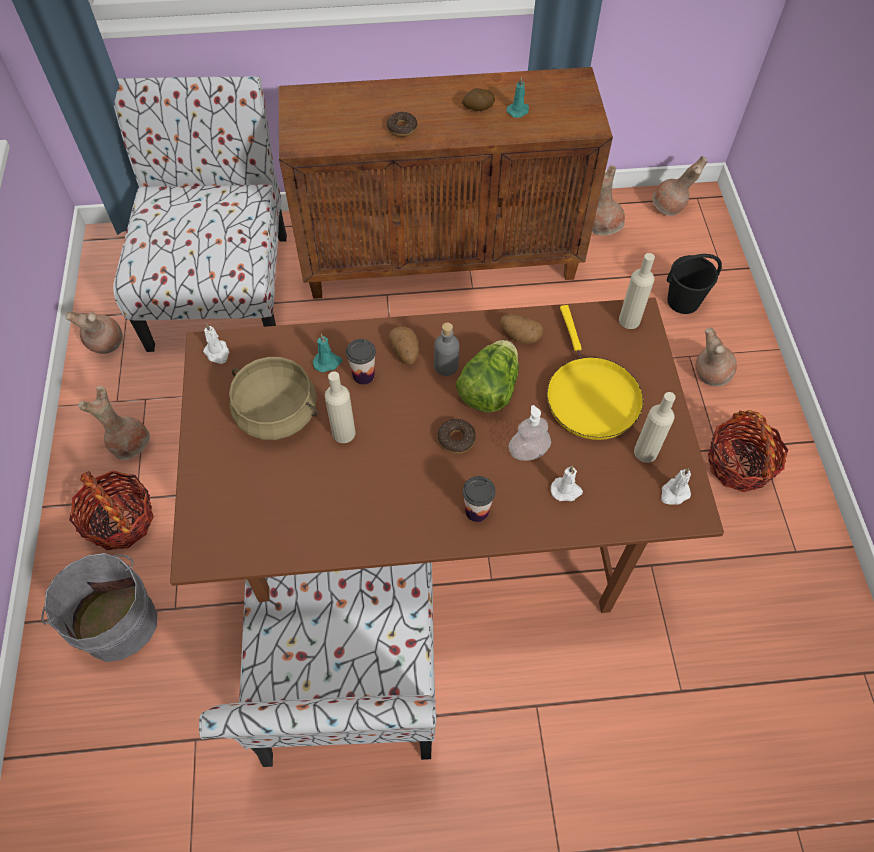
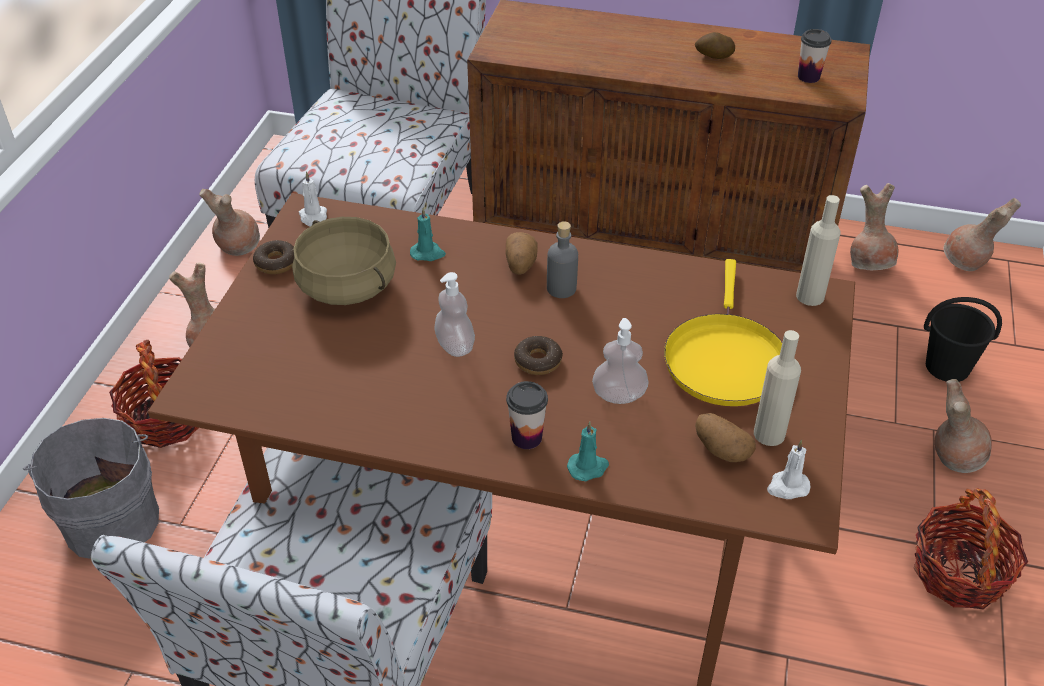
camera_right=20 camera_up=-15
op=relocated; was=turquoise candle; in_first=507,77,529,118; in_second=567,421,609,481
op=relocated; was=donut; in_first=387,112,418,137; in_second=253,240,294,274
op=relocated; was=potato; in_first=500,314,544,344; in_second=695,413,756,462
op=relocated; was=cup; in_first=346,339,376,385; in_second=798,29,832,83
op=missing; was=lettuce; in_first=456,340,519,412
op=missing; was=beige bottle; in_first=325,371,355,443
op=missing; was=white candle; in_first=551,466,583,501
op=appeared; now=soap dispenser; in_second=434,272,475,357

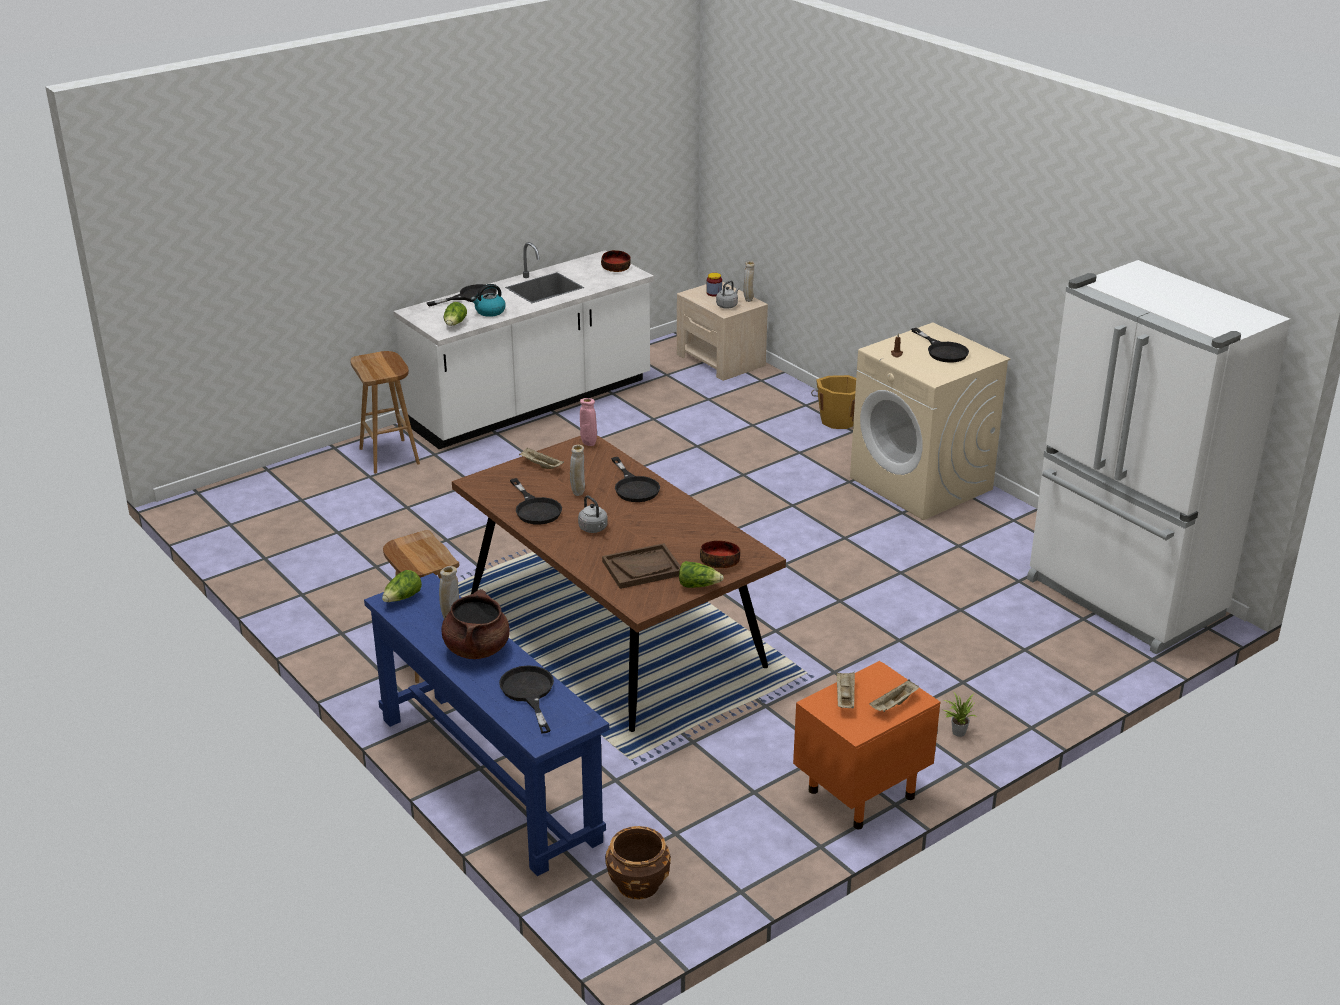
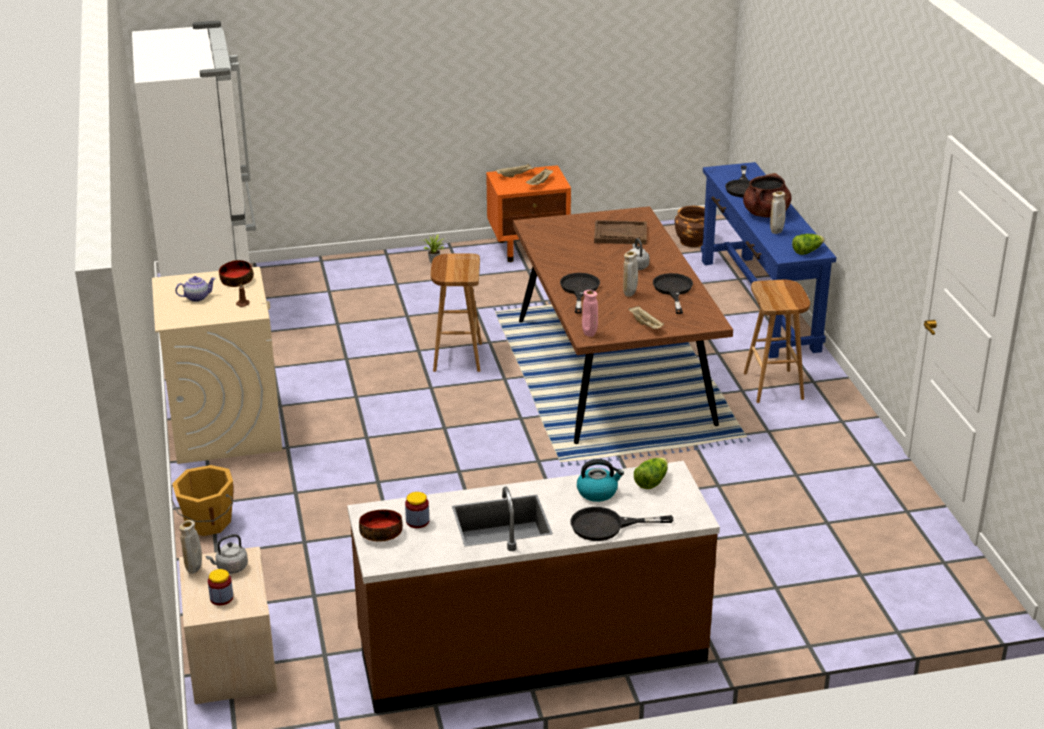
camera_right=-155 camera_up=0
op=colour; was=white counter; now=brown counter; in_first=393,242,654,449; in_second=347,461,720,713
op=exchanged; was=black frying pan; now=teapot; in_first=911,328,969,362; in_second=175,276,216,302
op=relocated; was=brown stool; in_first=350,351,420,474; in_second=431,254,482,372
op=relocated; was=bowl; in_first=700,541,740,568; in_second=219,260,254,287
op=missing; was=lettuce; in_first=679,561,724,588
op=appeared; now=jar; in_second=405,492,429,528

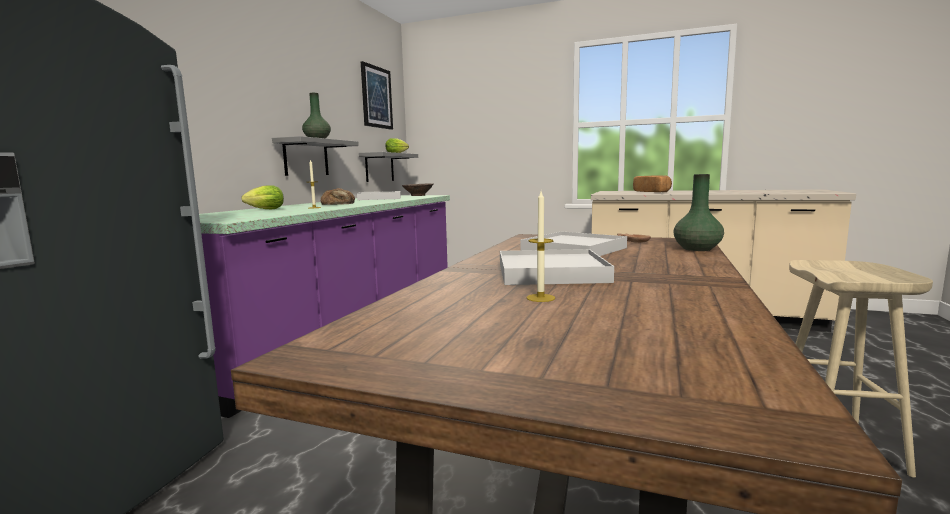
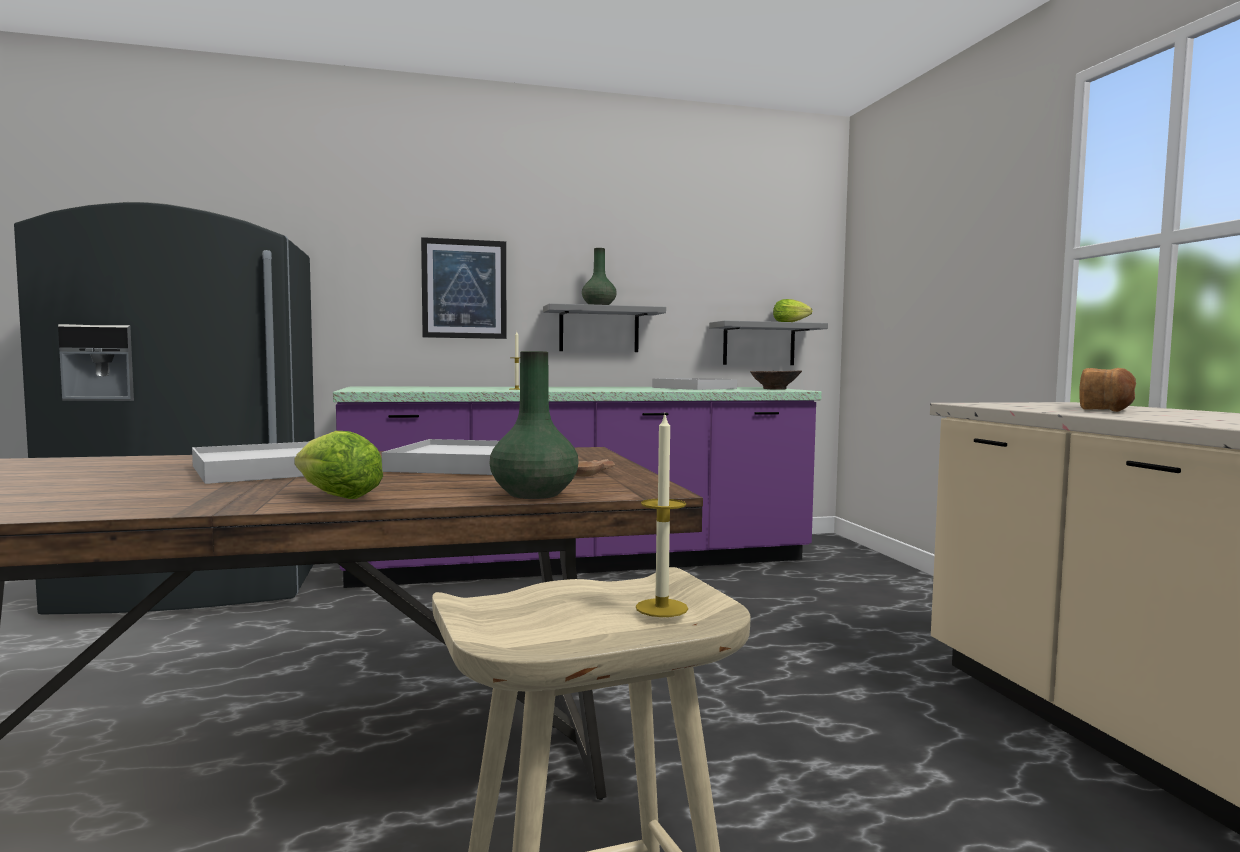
camera_right=55 camera_up=-5
op=relocated; was=picture; in_first=361,61,393,130; in_second=421,237,507,339
op=relocated; was=lettuce; in_first=241,185,284,209; in_second=294,431,383,499
op=missing; was=bread; in_first=321,188,355,205
op=relocated; was=candle; in_first=527,191,555,302; in_second=636,415,688,617

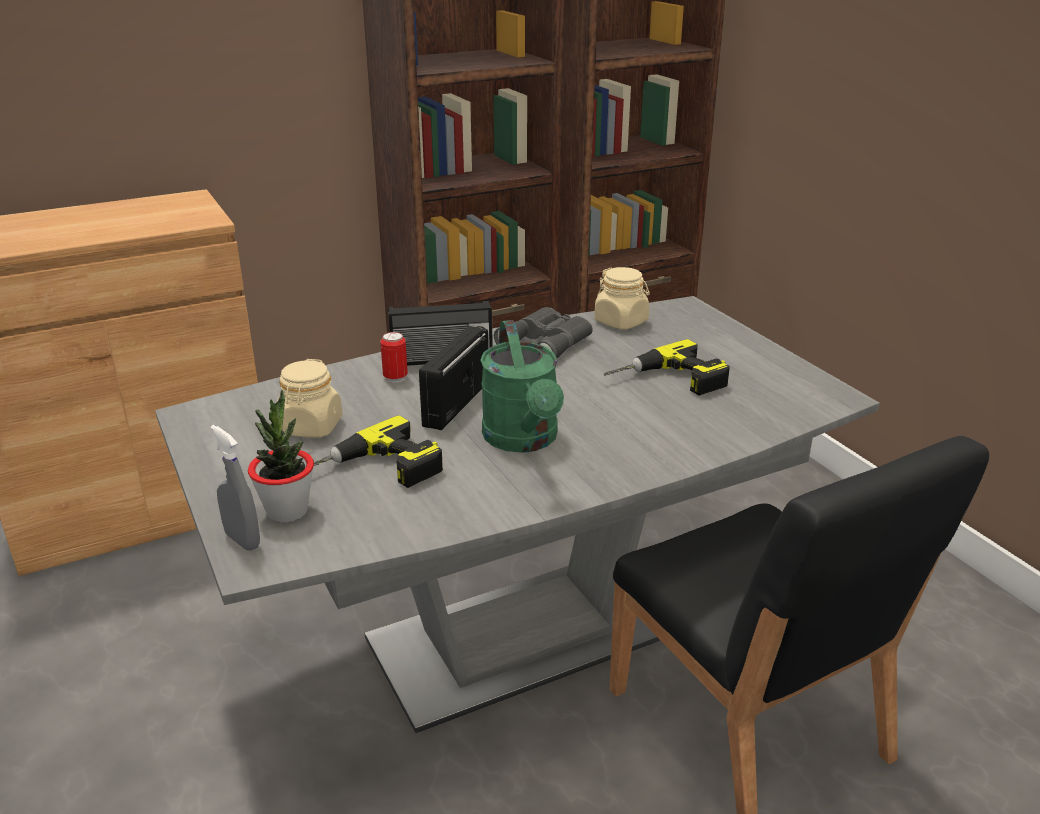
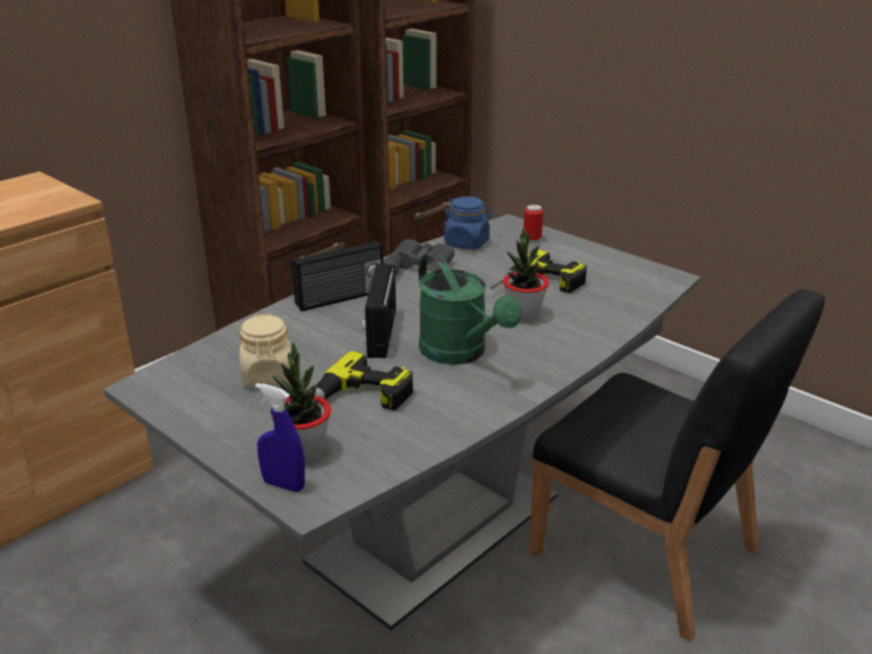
camera_right=-20 camera_up=0
op=colour; was=beige jar; now=blue jar; in_first=594,267,650,329; in_second=443,197,493,250
op=relocated; was=can; in_first=380,332,408,383; in_second=524,204,544,243
op=colour; was=grey spray bottle; now=blue spray bottle; in_first=211,425,260,551; in_second=255,383,305,492
op=appeared; now=potted plant; in_second=503,227,549,322

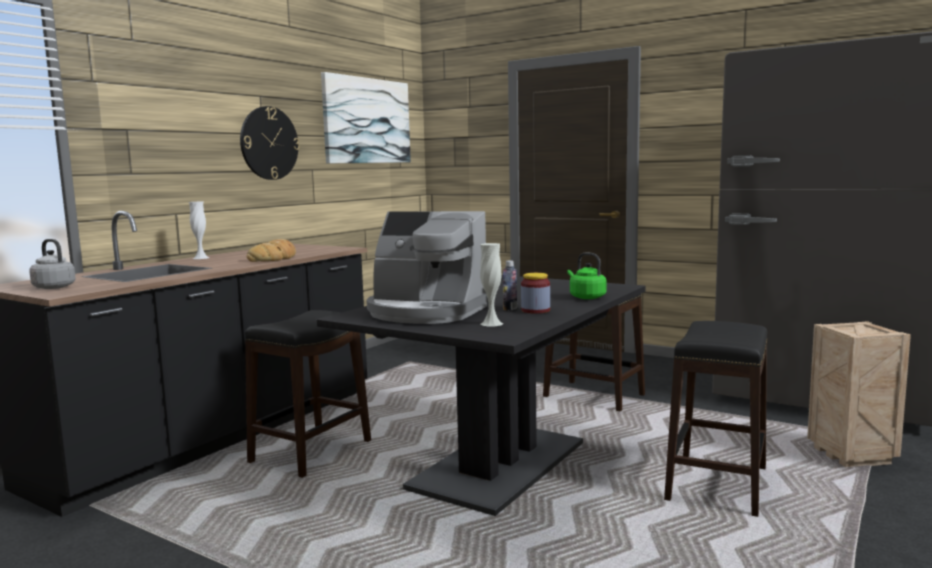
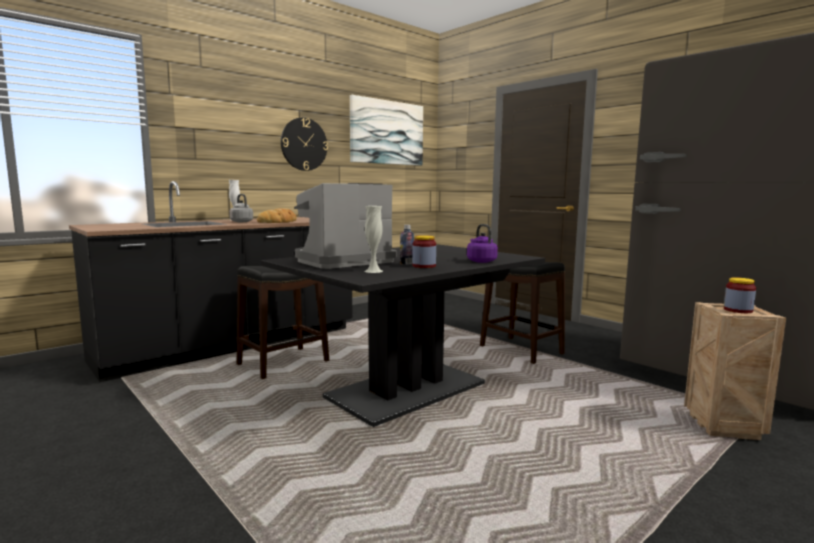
camera_right=15 camera_up=0
op=spun; was=coffee machine; in_first=367,211,488,324; in_second=294,183,397,269; clockwise=105
op=relocated; was=grey kettle; in_first=29,239,76,289; in_second=230,194,253,222
op=colour; was=green kettle; now=purple kettle; in_first=567,253,607,299; in_second=467,224,498,263
op=missing; was=black stool; in_first=664,321,768,517
op=appeared; now=jar; in_second=724,277,756,313

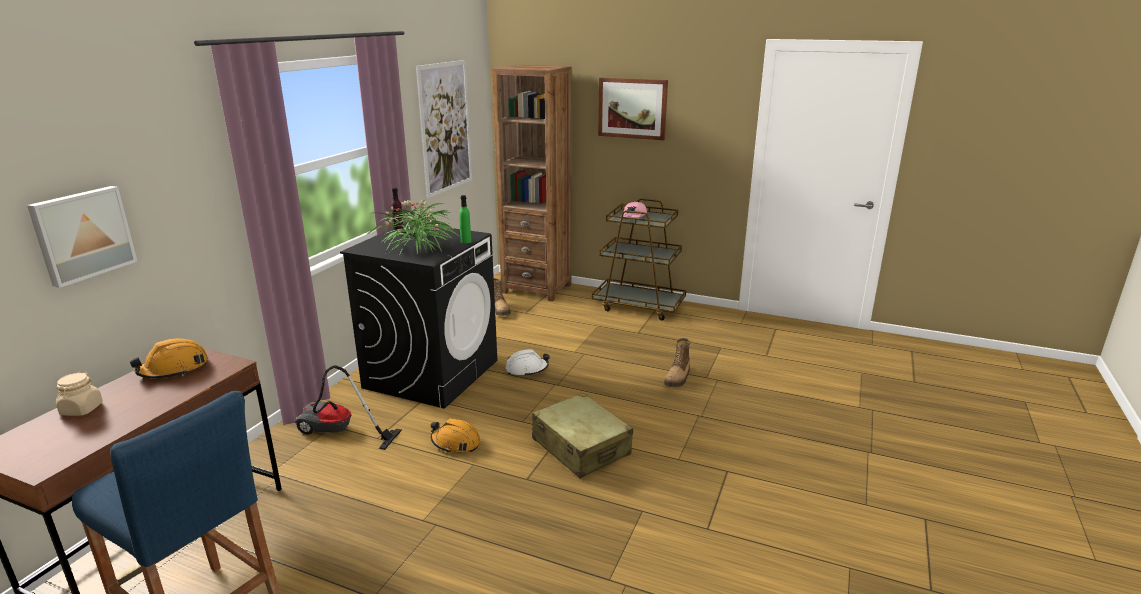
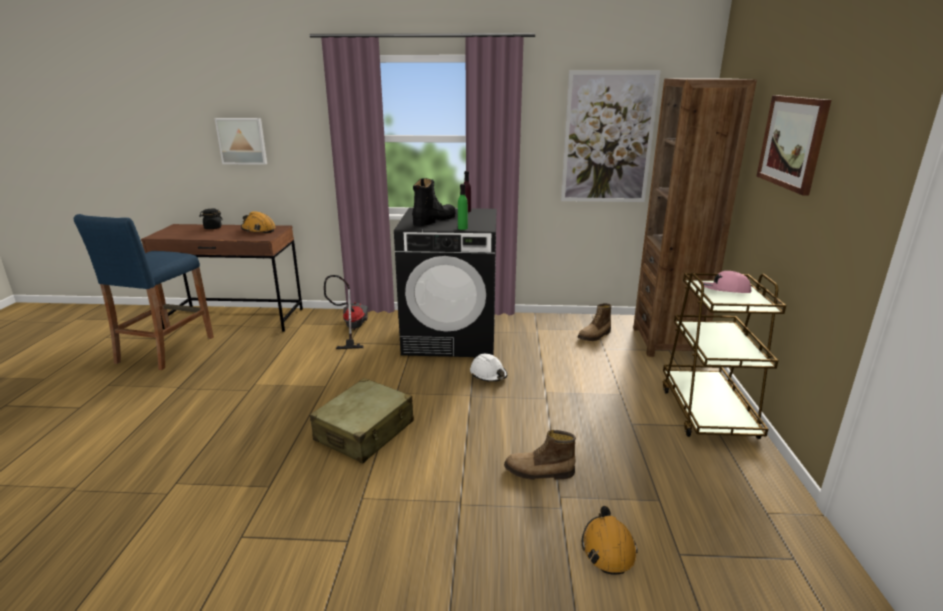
camera_right=70 camera_up=0
op=exchanged; was=potted plant; now=black boot; in_first=368,199,460,254; in_second=412,178,456,226
op=colour; was=beige jar; now=black jar; in_first=56,372,103,416; in_second=199,209,223,229
op=relocated; was=orange hard hat; in_first=431,418,481,453; in_second=582,506,638,575

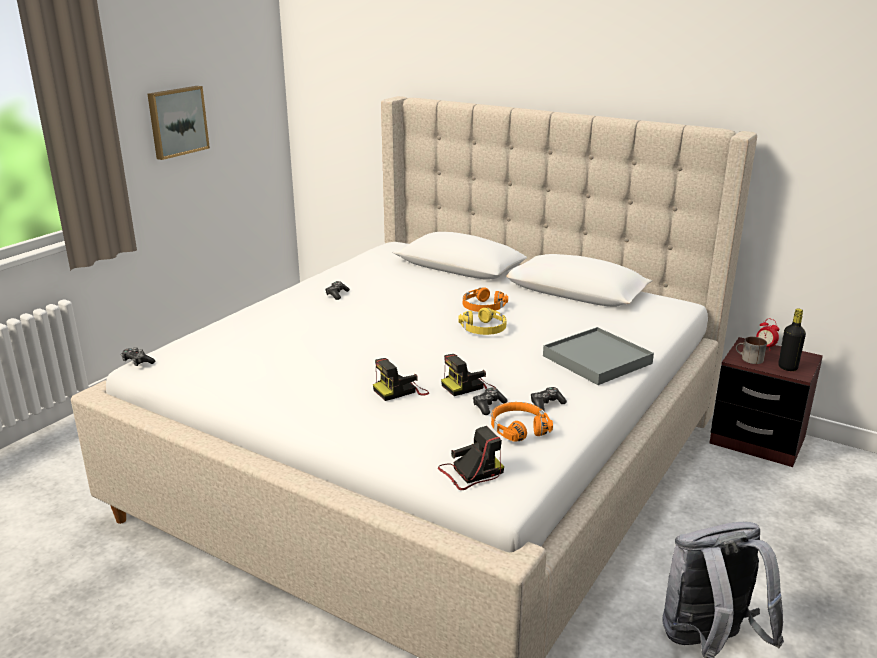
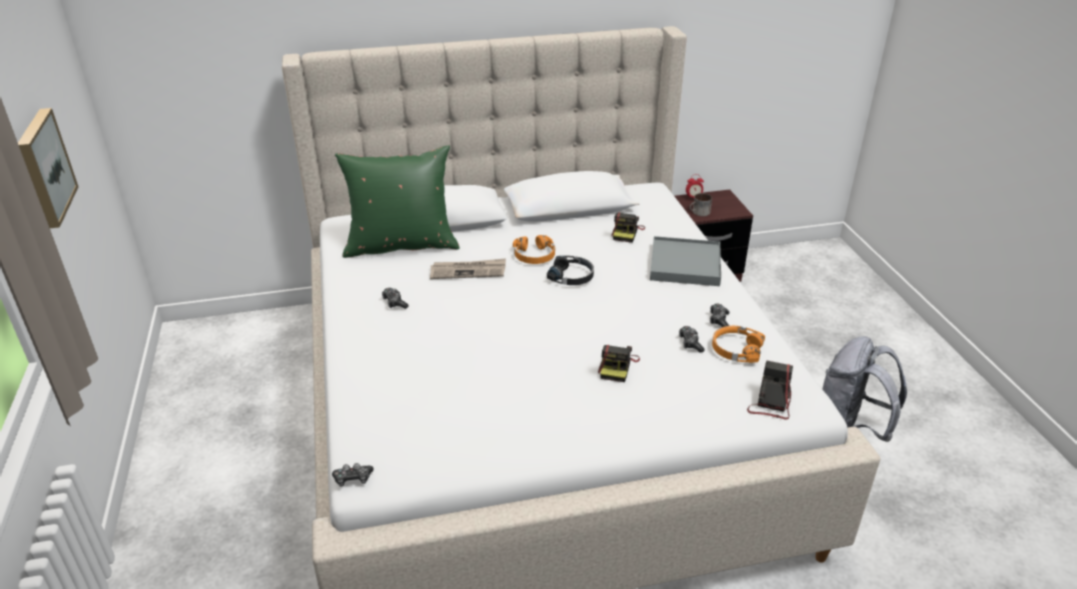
camera_right=-45 camera_up=10
op=colour; was=yellow headphones; now=black headphones; in_first=458,308,507,335; in_second=547,256,594,285
op=missing; was=black bottle; in_first=778,309,806,371
op=relocated; was=photo camera; in_first=441,354,496,396; in_second=611,212,645,243
op=appeared; now=green pillow; in_second=335,145,460,258
op=appeared; now=newspaper; in_second=430,258,506,279

